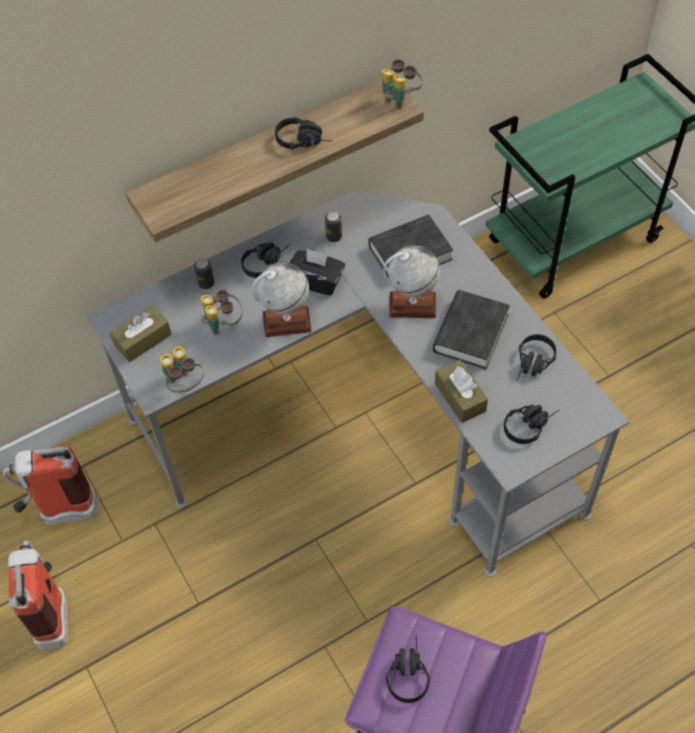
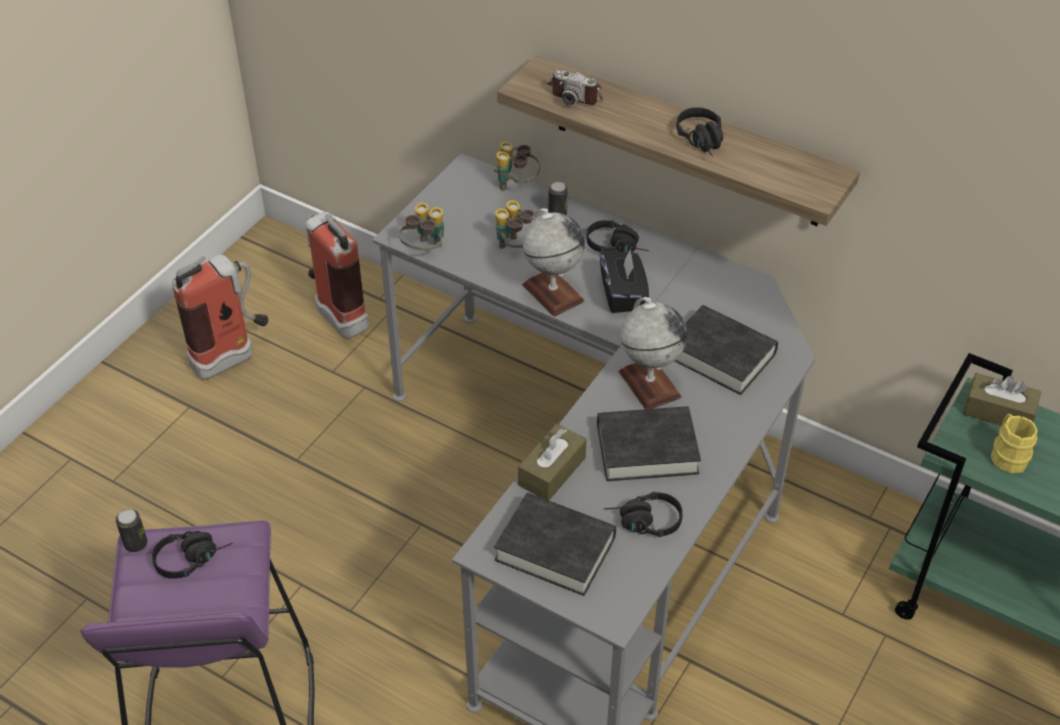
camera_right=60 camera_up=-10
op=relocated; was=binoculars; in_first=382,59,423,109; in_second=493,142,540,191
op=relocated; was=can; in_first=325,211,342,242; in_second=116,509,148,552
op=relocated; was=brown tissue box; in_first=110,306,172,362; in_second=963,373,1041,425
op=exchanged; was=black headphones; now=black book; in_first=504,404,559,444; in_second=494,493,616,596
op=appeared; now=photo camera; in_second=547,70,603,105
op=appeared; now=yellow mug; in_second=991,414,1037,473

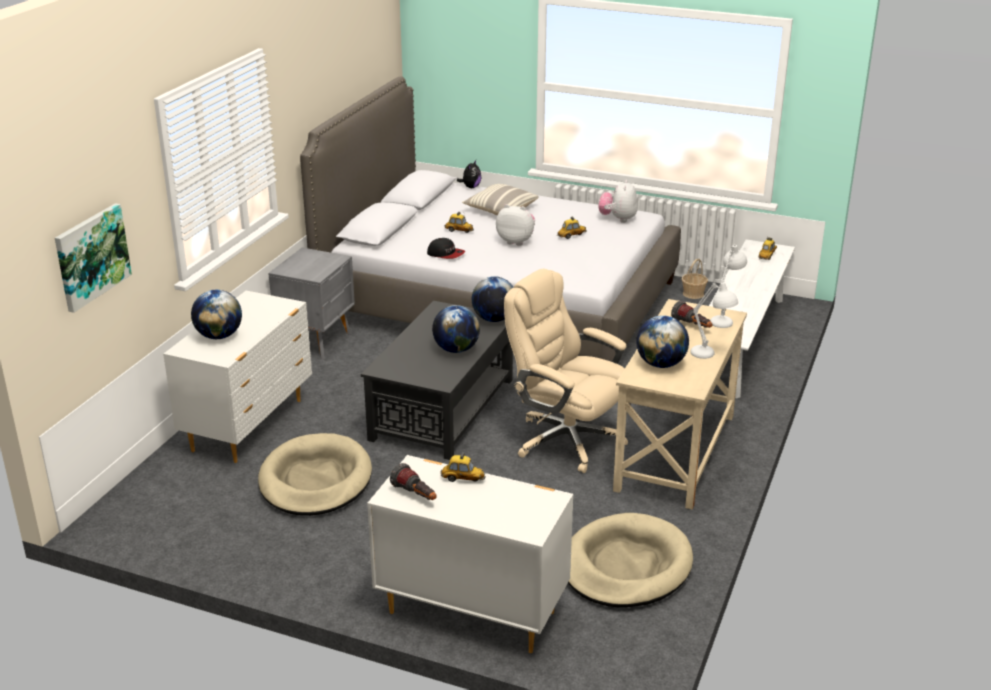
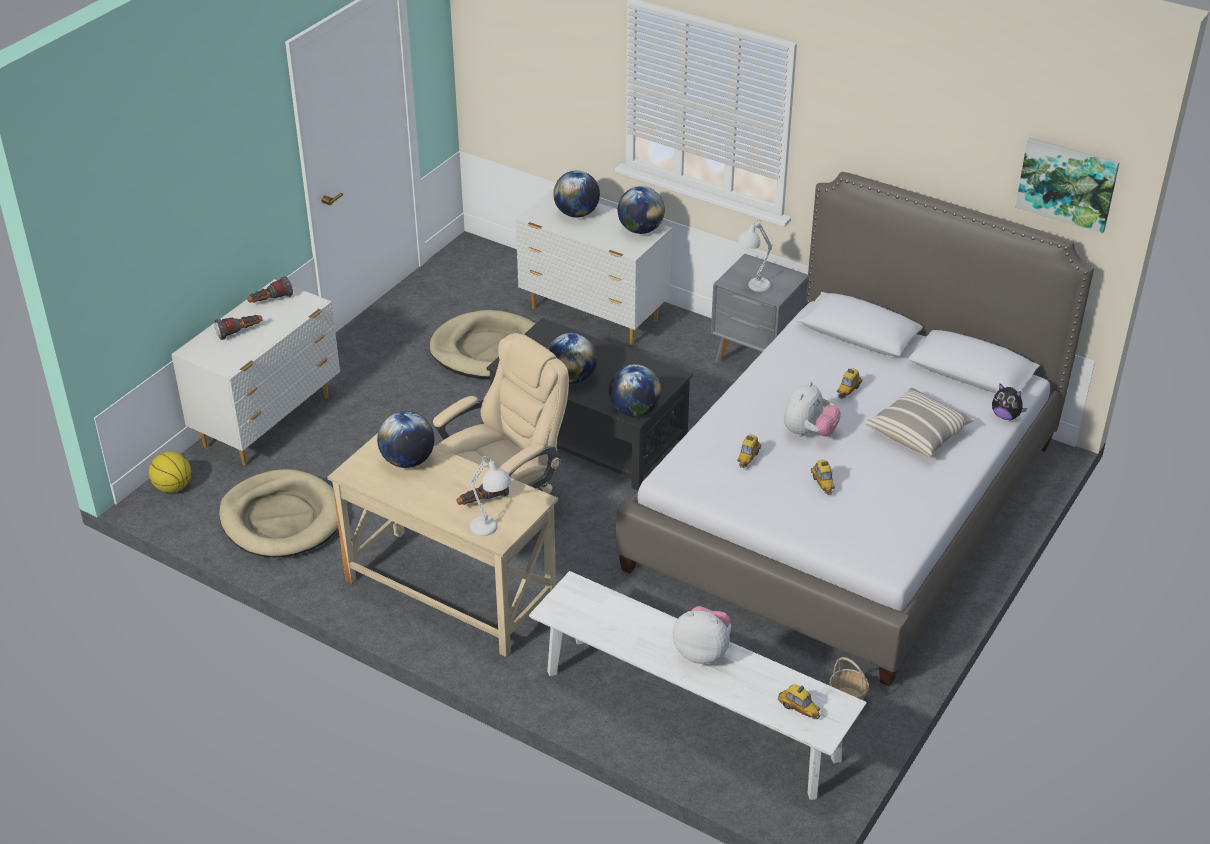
camera_right=100 camera_up=10
op=relocated; was=plush toy; in_first=598,180,638,223; in_second=673,606,731,664
op=relocated; was=picture; in_first=55,203,132,313; in_second=1015,137,1120,234
op=missing; was=cap; in_first=427,238,465,259
op=relocated; was=white table lamp; in_first=690,279,738,359; in_second=737,220,772,292
op=relocated; was=toy car; in_first=440,452,486,482; in_second=737,435,761,468
op=appeared; now=globe; in_second=618,186,665,234
op=appeared; now=flashlight; in_second=215,315,263,340
op=appeared; now=basketball; in_second=149,452,191,493

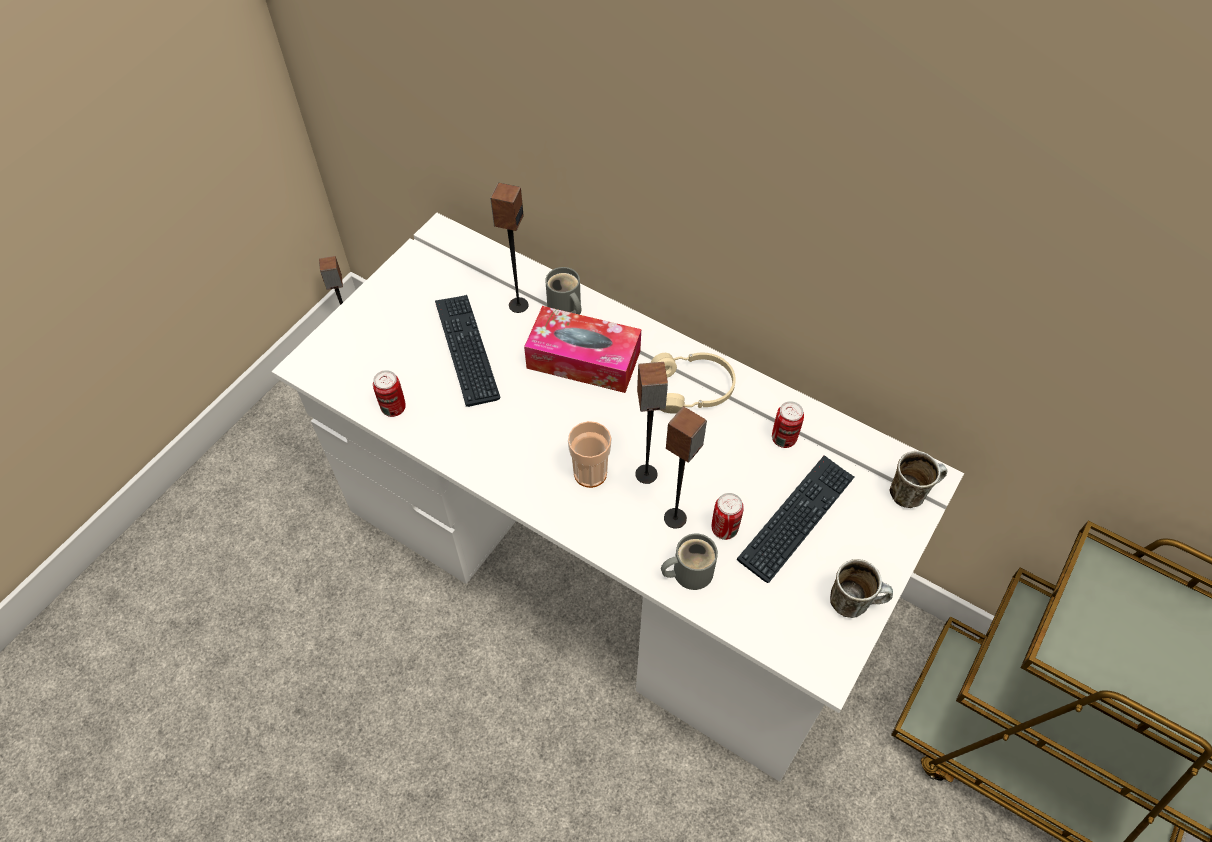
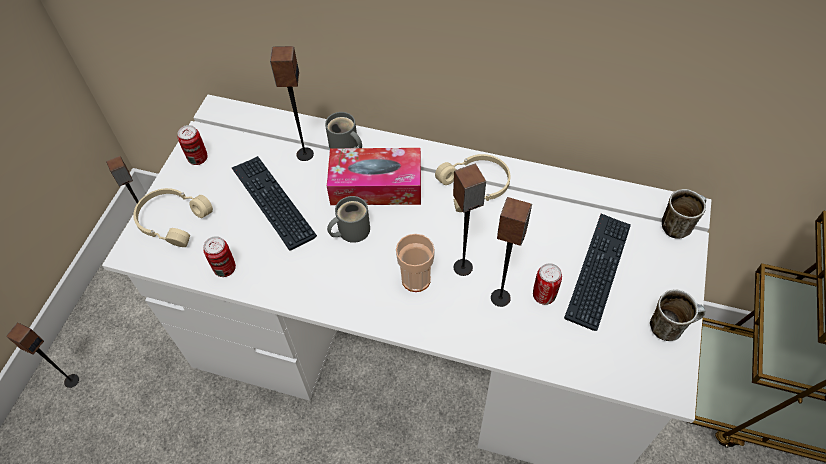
camera_right=-15 camera_up=0
op=relocated; was=can; in_first=772,401,804,448; in_second=178,125,208,165
op=relocated; was=grey mug; in_first=661,534,718,590; in_second=327,196,370,243
op=appeared; now=beige headphones; in_second=133,188,213,247
op=appeared; now=speaker; in_second=6,323,79,388

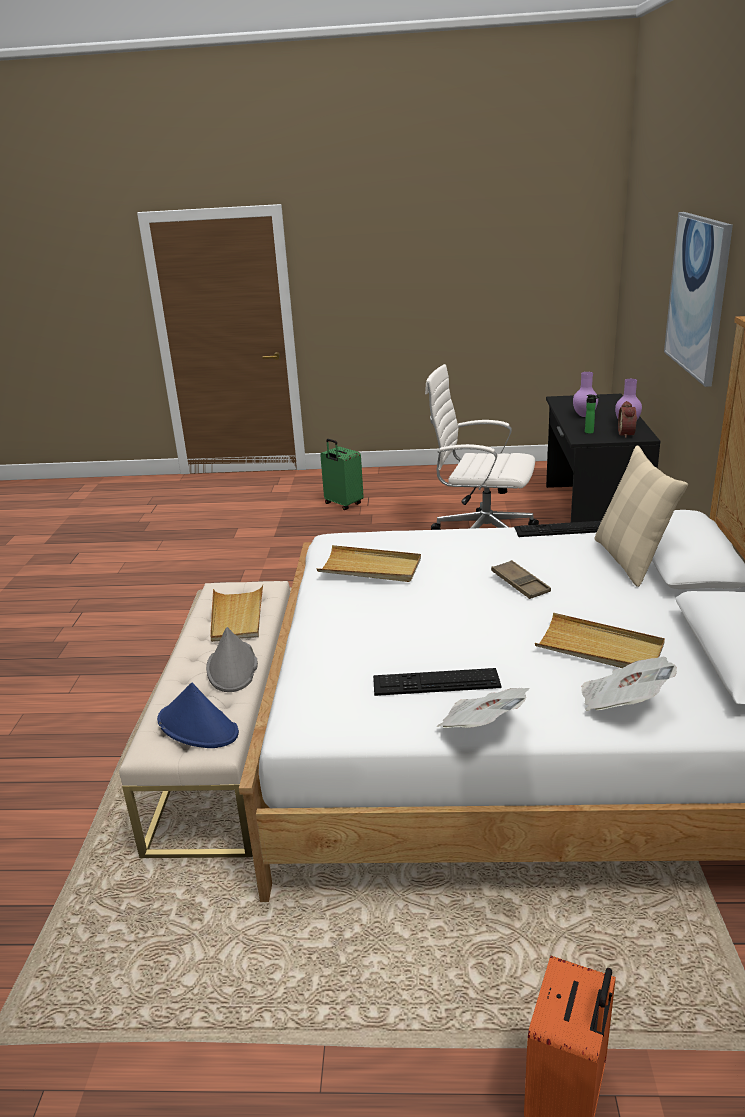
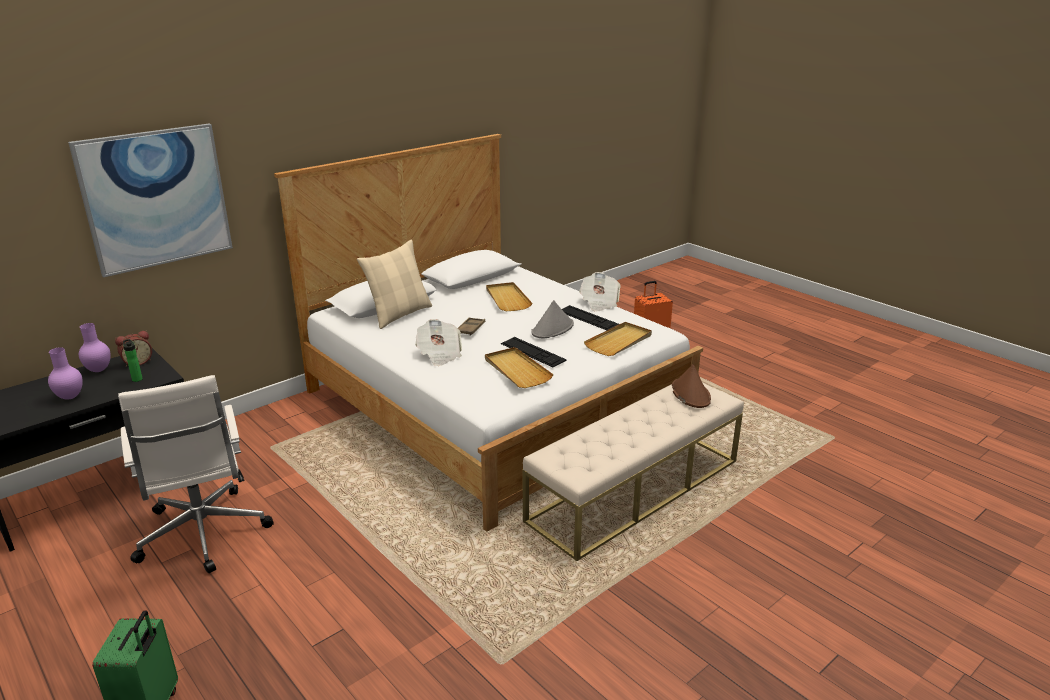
camera_right=-135 camera_up=0
op=relocated; was=keyboard; in_first=514,521,601,537; in_second=501,337,567,367
op=relocated; was=beige tray; in_first=210,585,263,642; in_second=584,322,652,356
op=relocated; was=grey hat; in_first=206,627,258,692; in_second=531,300,574,338
op=relocated; was=newspaper; in_first=581,657,677,711; in_second=415,319,462,366
op=colour; was=blue hat; now=brown hat; in_first=157,682,239,748; in_second=672,364,711,408

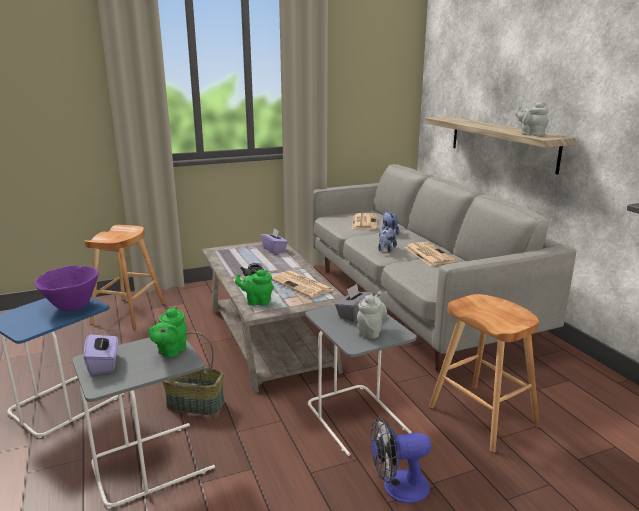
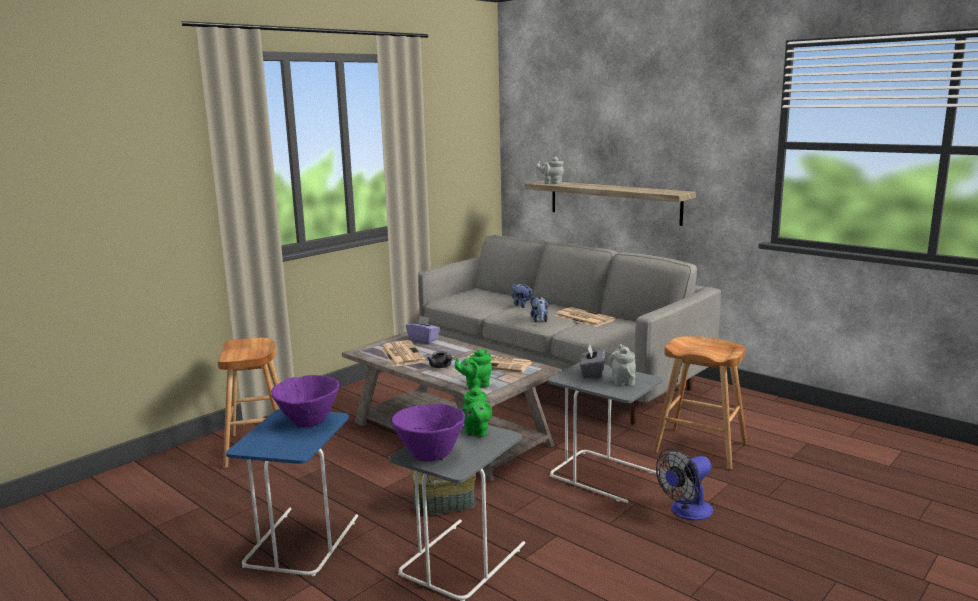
camera_right=-25 camera_up=-5
op=relocated; was=grey teapot; in_first=515,102,549,136; in_second=536,157,564,184
op=relocated; was=newspaper; in_first=352,213,377,230; in_second=381,340,426,367
op=exchanged; was=purple tissue box; now=purple bowl; in_first=84,329,118,375; in_second=391,404,465,461

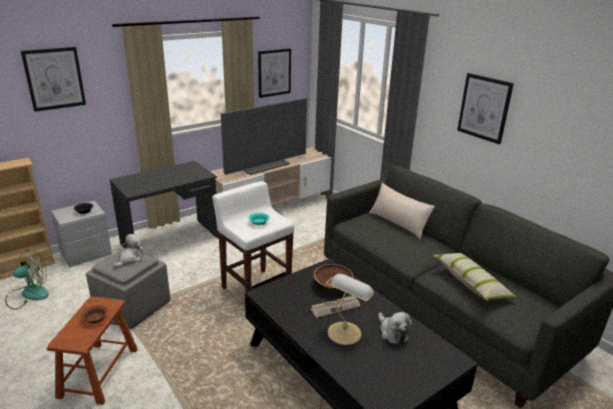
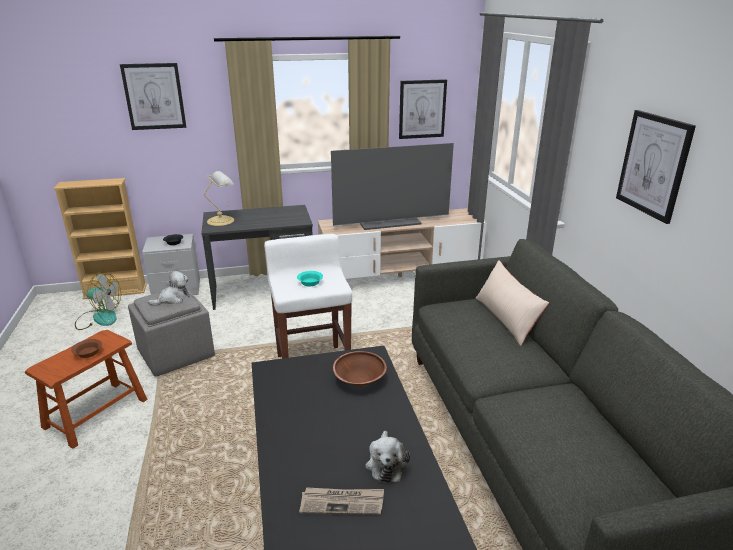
camera_right=25 camera_up=0
op=missing; was=pillow; in_first=433,253,516,301
op=relocated; was=table lamp; in_first=326,274,374,345; in_second=204,171,234,226
op=relocated; was=newspaper; in_first=311,295,360,318; in_second=299,487,384,515

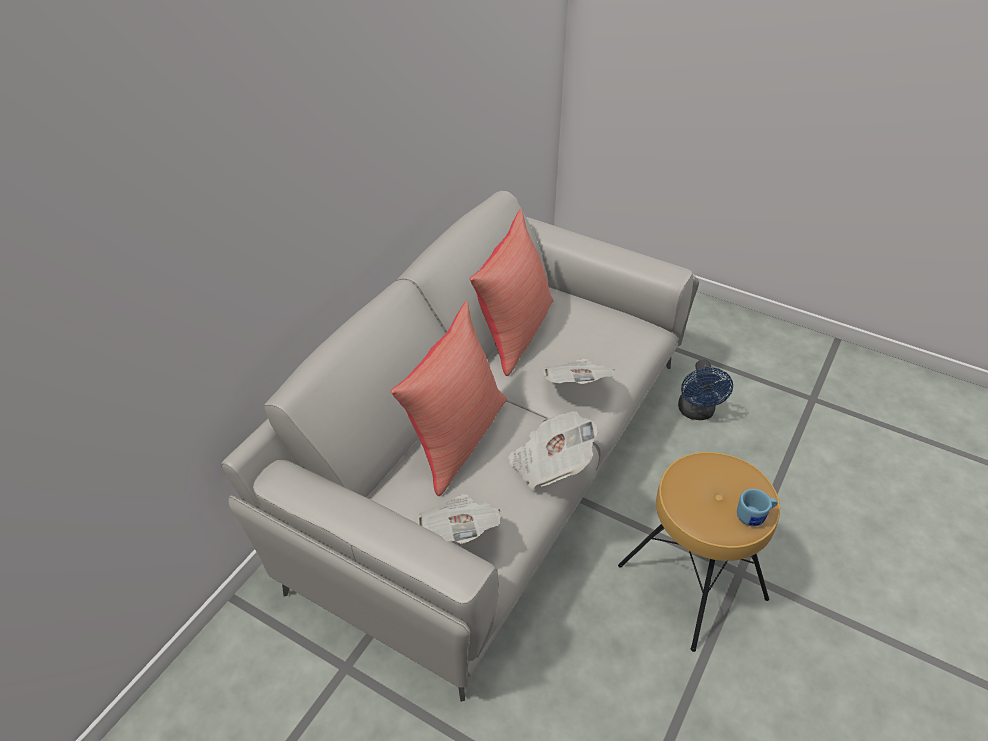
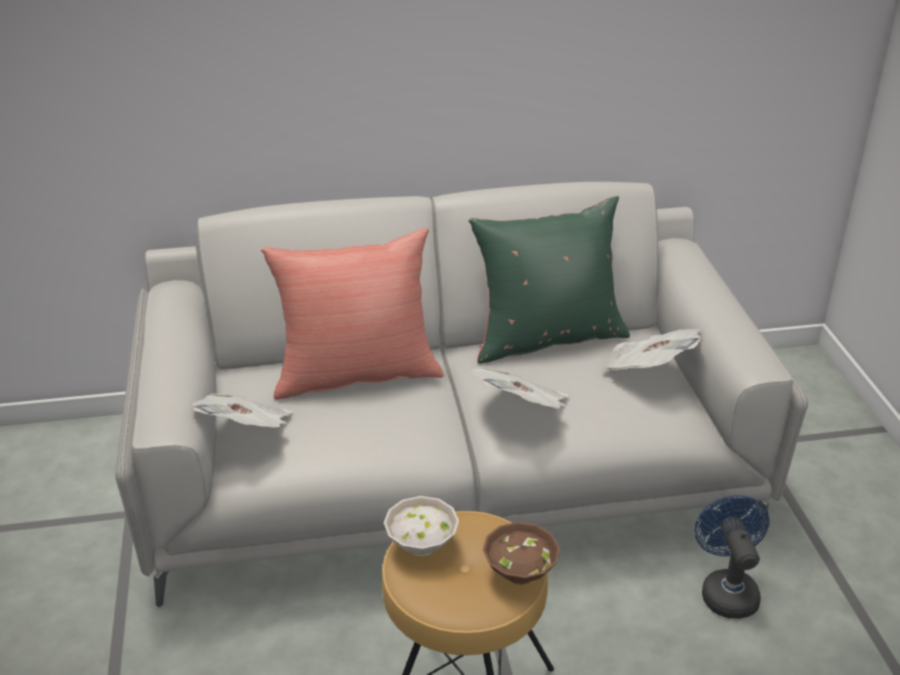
camera_right=50 camera_up=-10
op=colour; was=red pillow; now=green pillow; in_first=470,209,554,376; in_second=469,196,630,364
op=spun; was=blue fan; in_first=678,359,733,420; in_second=694,495,769,619; clockwise=120
op=relocated; was=newspaper; in_first=508,411,599,489; in_second=603,329,701,370
op=missing; was=blue mug; in_first=737,489,777,526
op=appeared; now=white bowl; in_second=384,496,459,557
op=appeared; now=brown bowl; in_second=483,522,560,585

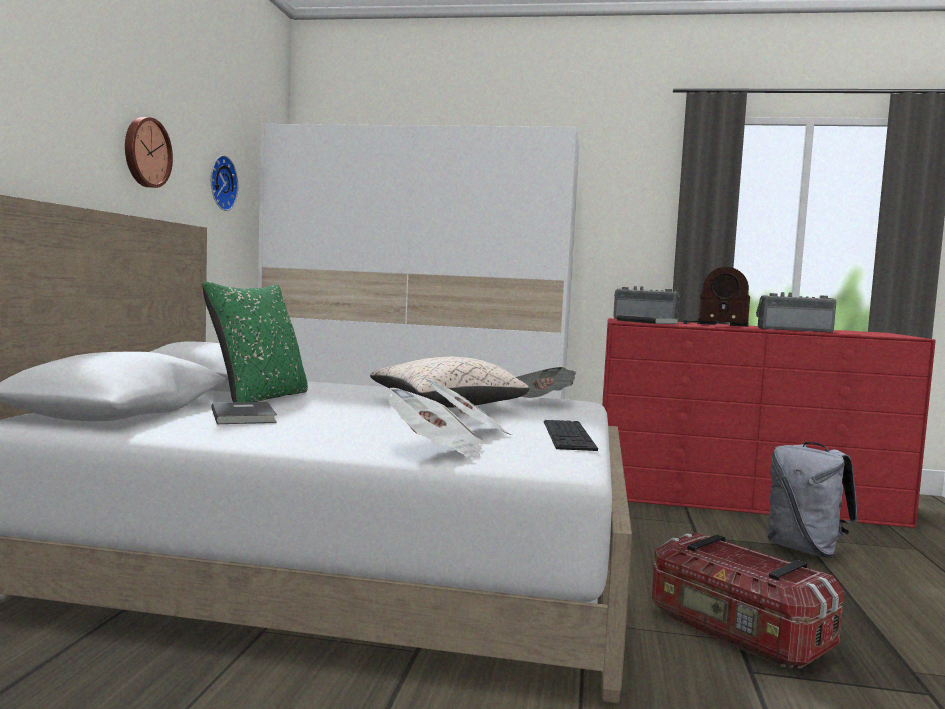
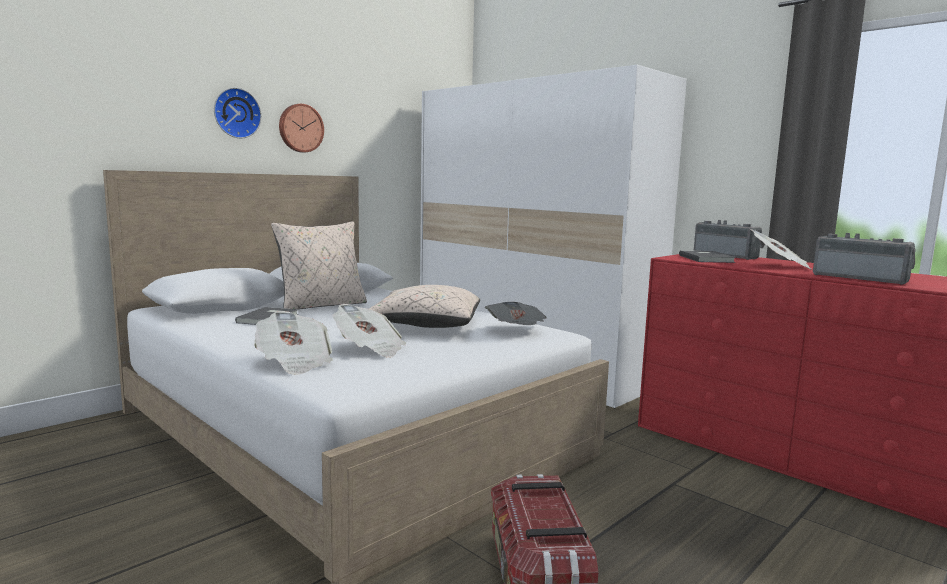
camera_right=35 camera_up=5
op=relocated; was=wall clock; in_first=211,155,238,211; in_second=214,88,261,138
op=exchanged; was=radio; now=newspaper; in_first=683,267,750,327; in_second=750,229,813,270
op=colour; was=green pillow; now=beige pillow; in_first=202,282,308,402; in_second=271,221,367,309
op=missing; was=keyboard; in_first=544,420,598,451
op=missing; was=grey backpack; in_first=767,442,858,558

